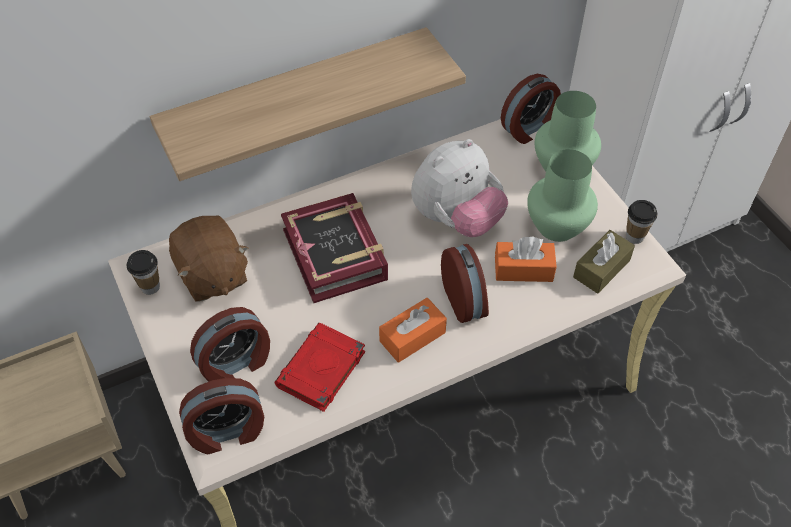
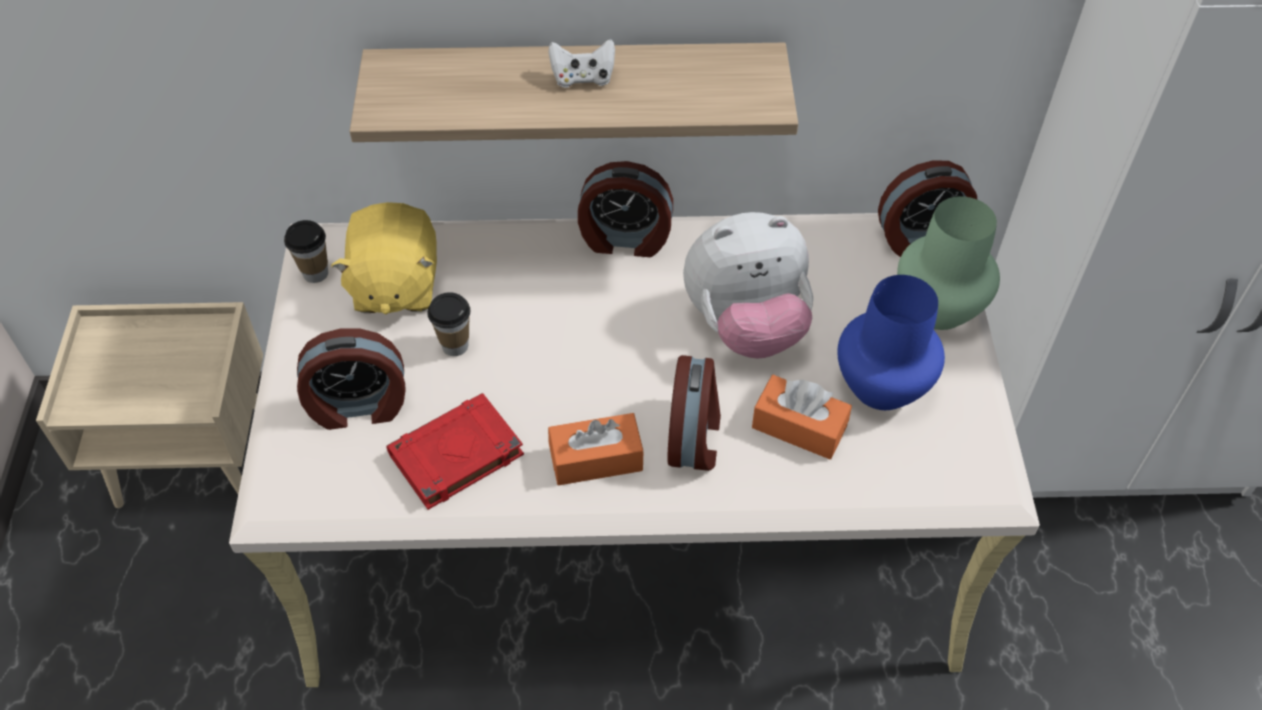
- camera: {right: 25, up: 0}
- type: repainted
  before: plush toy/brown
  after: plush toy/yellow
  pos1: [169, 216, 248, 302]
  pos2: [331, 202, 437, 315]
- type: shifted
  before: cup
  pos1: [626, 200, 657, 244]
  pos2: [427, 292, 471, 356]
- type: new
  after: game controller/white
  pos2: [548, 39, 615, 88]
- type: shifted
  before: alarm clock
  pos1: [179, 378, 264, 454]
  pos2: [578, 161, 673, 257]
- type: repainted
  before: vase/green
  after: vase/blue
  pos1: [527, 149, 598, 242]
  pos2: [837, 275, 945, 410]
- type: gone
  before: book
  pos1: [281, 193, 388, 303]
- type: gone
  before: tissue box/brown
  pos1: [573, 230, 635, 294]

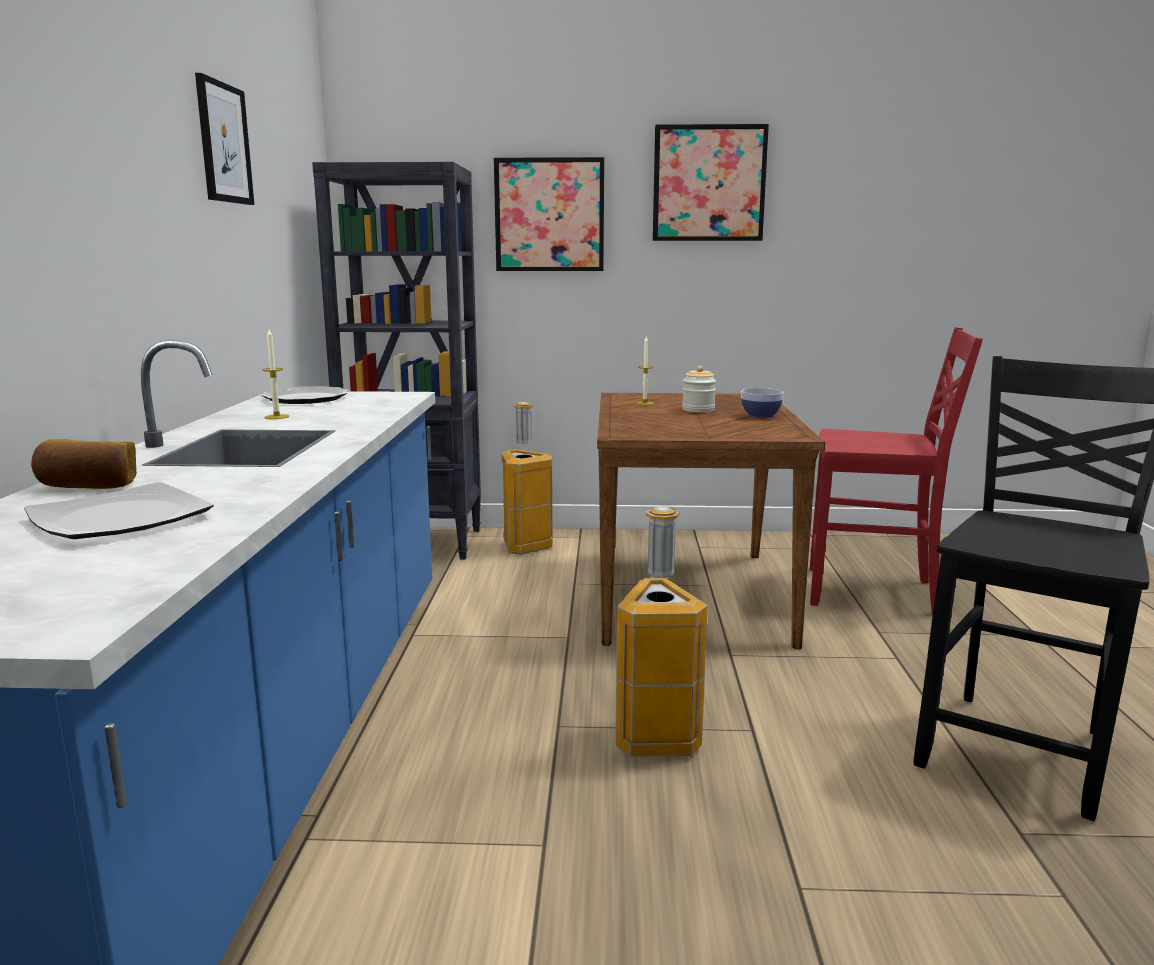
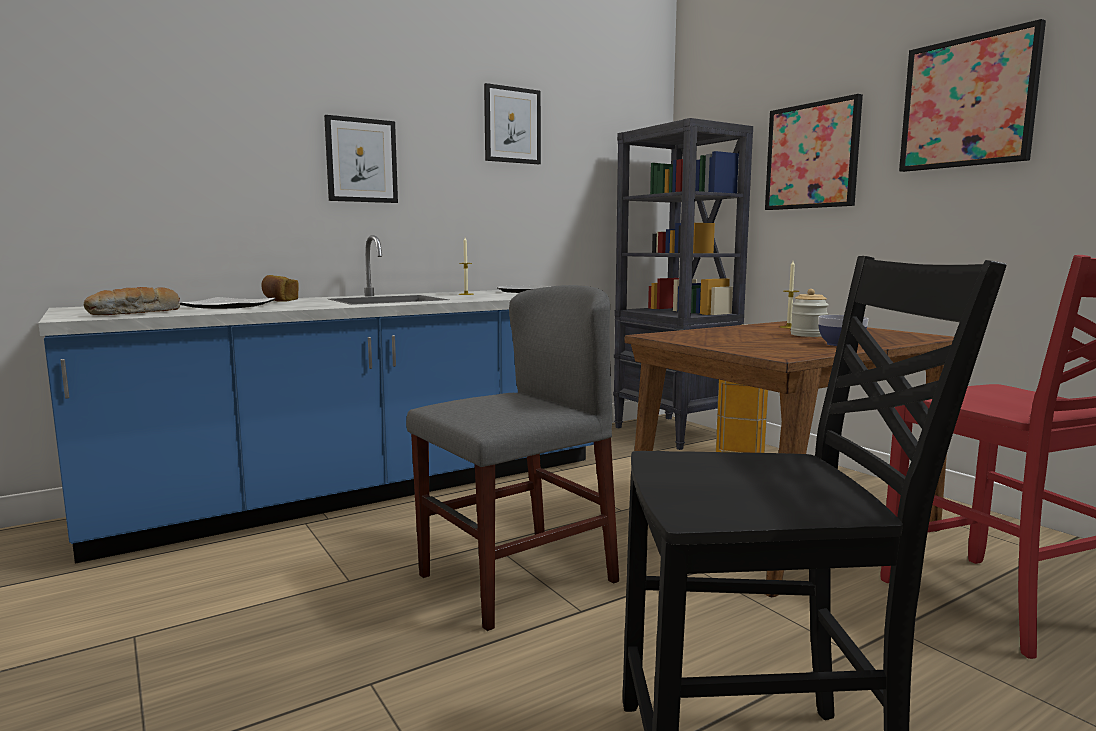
- camera: {right: 55, up: -5}
- type: new
  after: bread
  pos2: [84, 287, 180, 315]
- type: new
  after: picture
  pos2: [324, 115, 398, 203]
- type: swapped
  before: trash can
  after: chair/grey
  pos1: [615, 506, 708, 757]
  pos2: [406, 285, 619, 631]

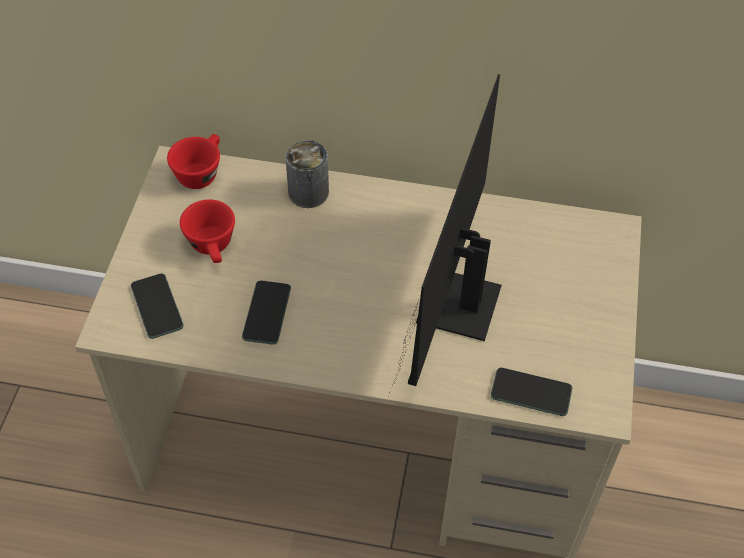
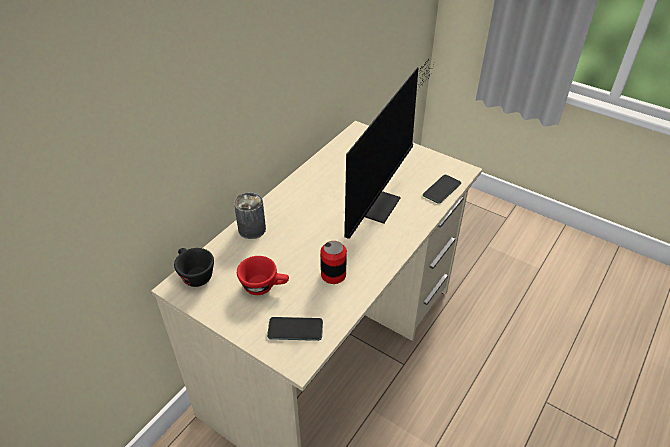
- camera: {right: -65, up: -10}
- type: repainted
  before: cup/red
  after: cup/black
  pos1: [167, 134, 220, 189]
  pos2: [174, 248, 214, 287]
- type: swapped
  before: phone
  after: can
  pos1: [242, 280, 291, 345]
  pos2: [320, 241, 347, 284]
- type: rotated
  before: monitor
  pos1: [388, 74, 501, 396]
  pos2: [345, 60, 434, 239]
  turn: -105

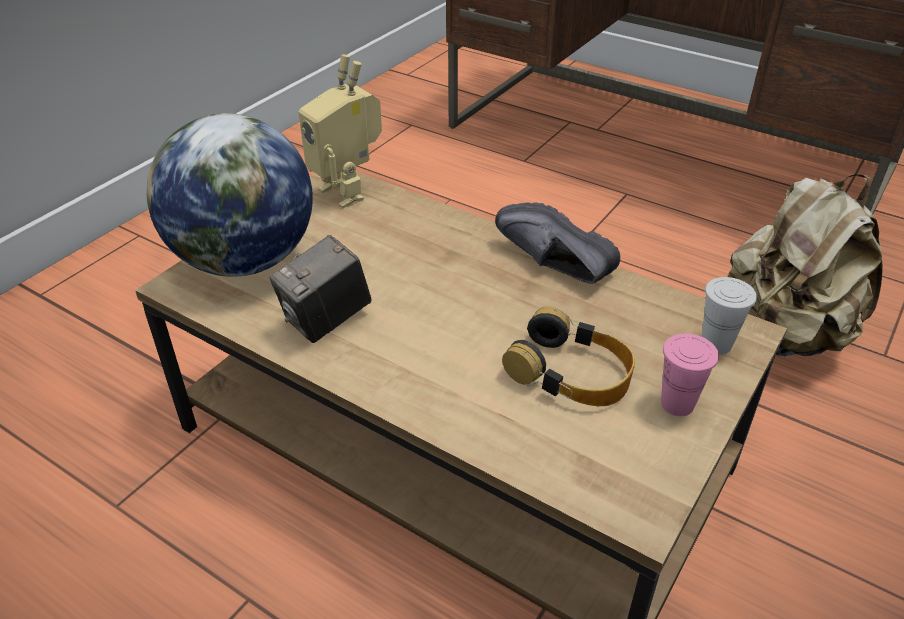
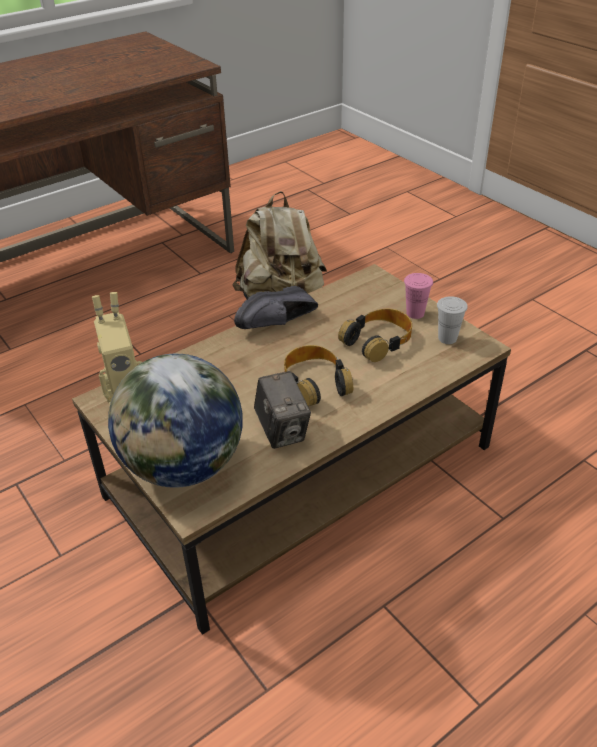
- camera: {right: -70, up: 0}
- type: new
  after: headphones
  pos2: [284, 345, 353, 406]
- type: shifted
  before: cup/white
  pos1: [702, 277, 757, 354]
  pos2: [437, 296, 468, 344]

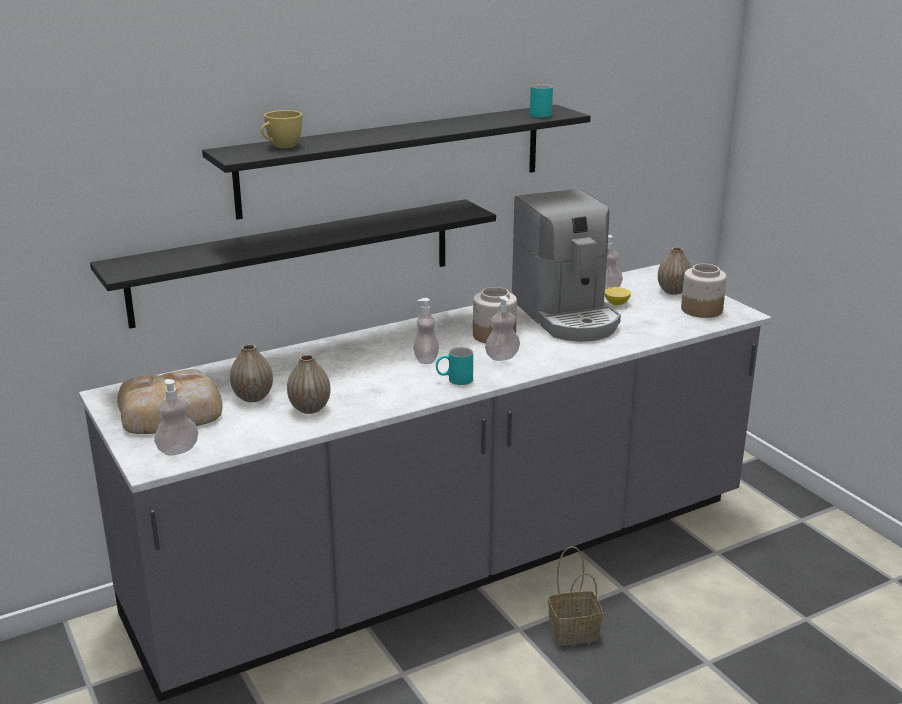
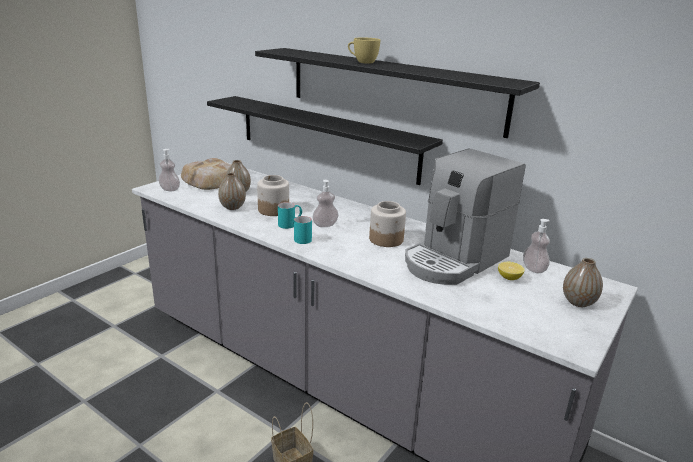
- camera: {right: 65, up: 0}
- type: shifted
  before: jar
  pos1: [681, 264, 727, 318]
  pos2: [257, 175, 289, 216]
- type: shifted
  before: mug/turquoise
  pos1: [530, 84, 553, 117]
  pos2: [278, 202, 302, 229]
- type: shifted
  before: cup/yellow
  pos1: [261, 110, 302, 148]
  pos2: [348, 37, 380, 64]
- type: gone
  before: soap dispenser
  pos1: [485, 296, 520, 361]

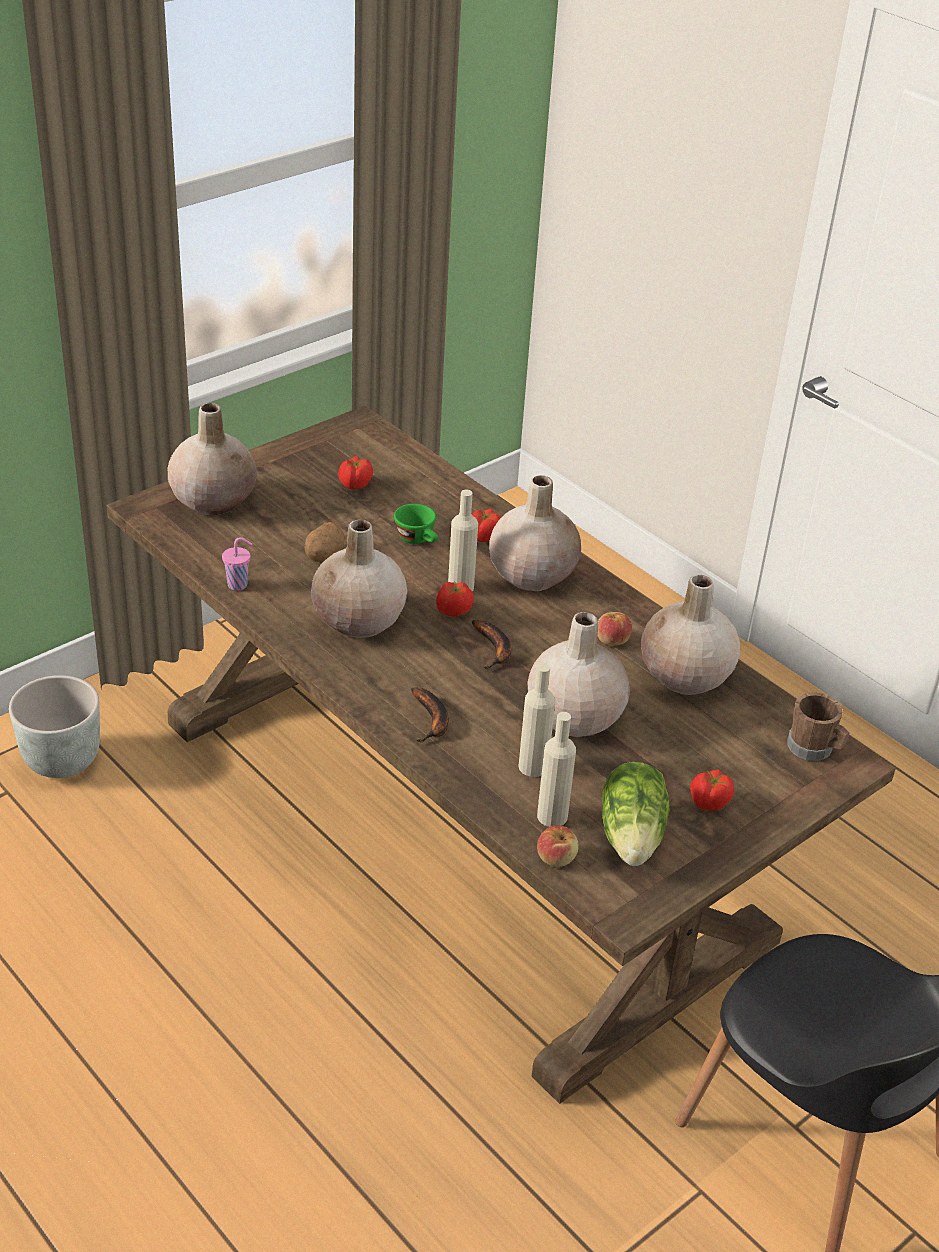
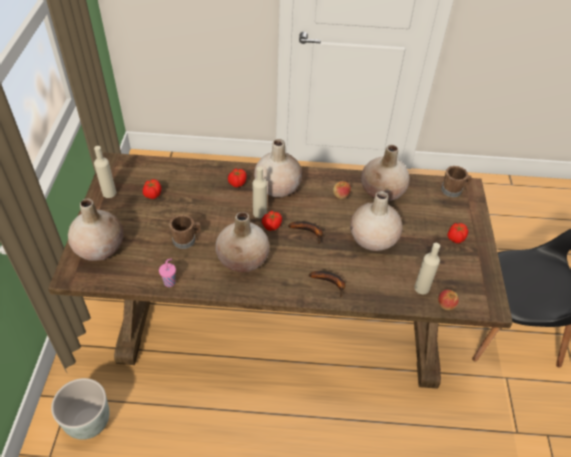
- camera: {right: -45, up: 10}
- type: shifted
  before: bottle/beige
  pos1: [519, 663, 555, 777]
  pos2: [94, 146, 116, 198]
- type: swapped
  before: potato
  after: mug/brown
  pos1: [305, 522, 345, 562]
  pos2: [169, 215, 201, 249]
- type: gone
  before: cup/green
  pos1: [394, 504, 438, 544]
- type: gone
  before: lettuce
  pos1: [602, 762, 670, 866]

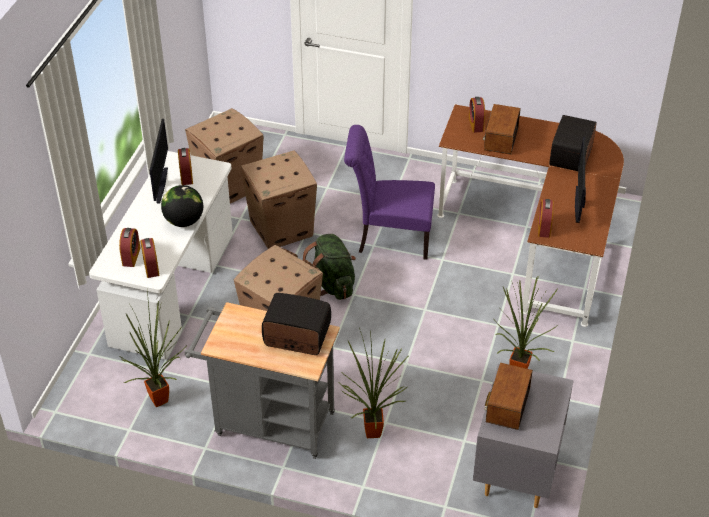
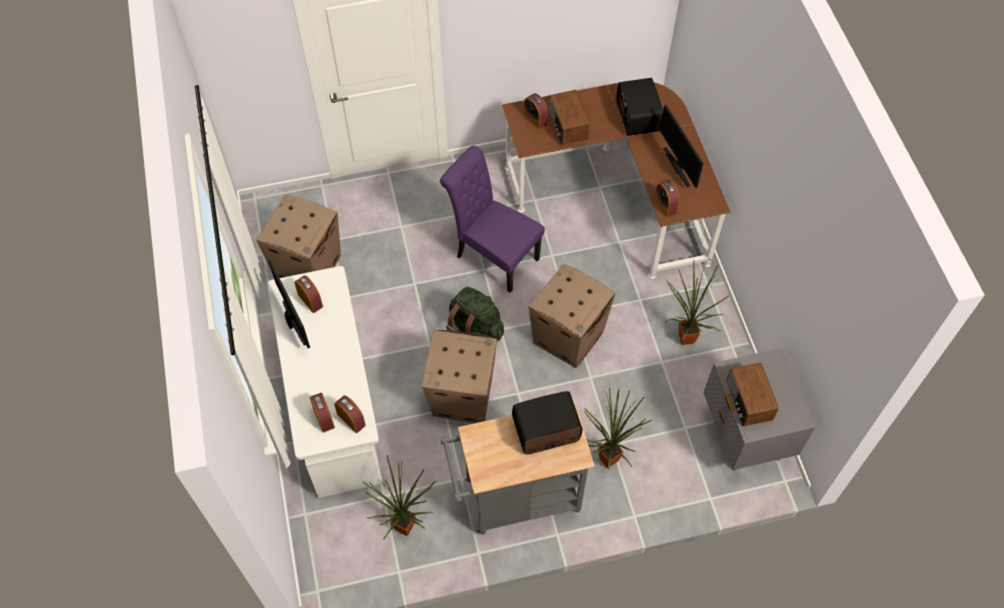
- camera: {right: -30, up: 15}
- type: rotated
  before: chair/purple
  pos1: [344, 125, 435, 260]
  pos2: [440, 146, 545, 293]
  turn: 60
- type: shifted
  before: cardboard box
  pos1: [241, 151, 317, 249]
  pos2: [529, 263, 615, 368]
- type: gone
  before: globe
  pos1: [161, 185, 203, 227]

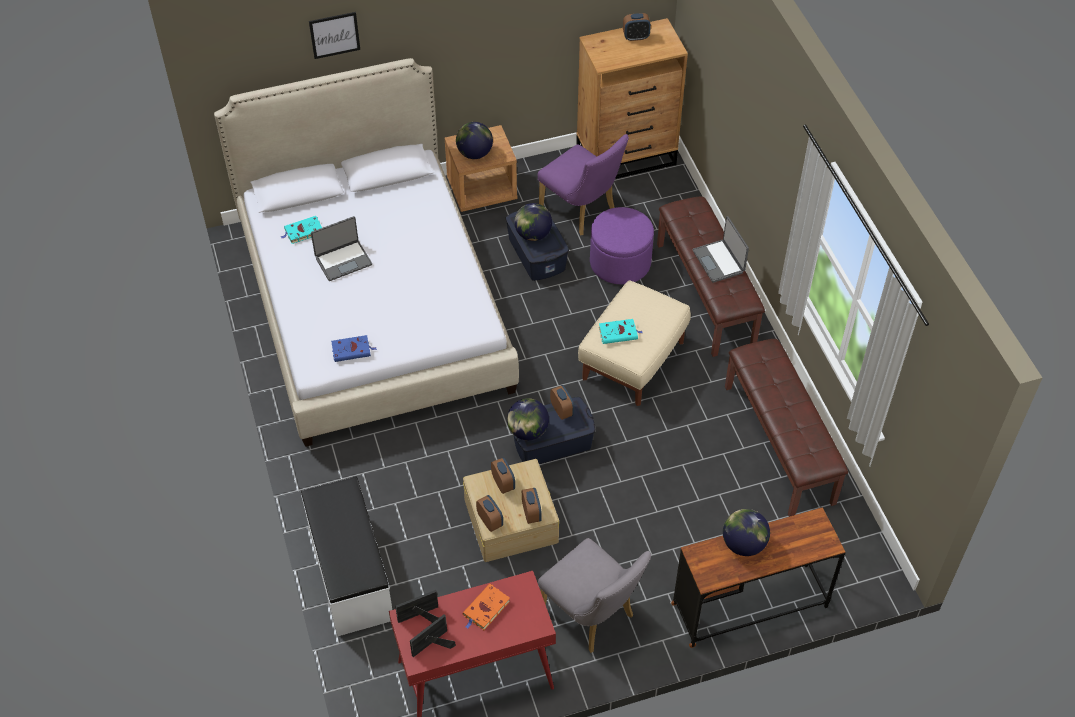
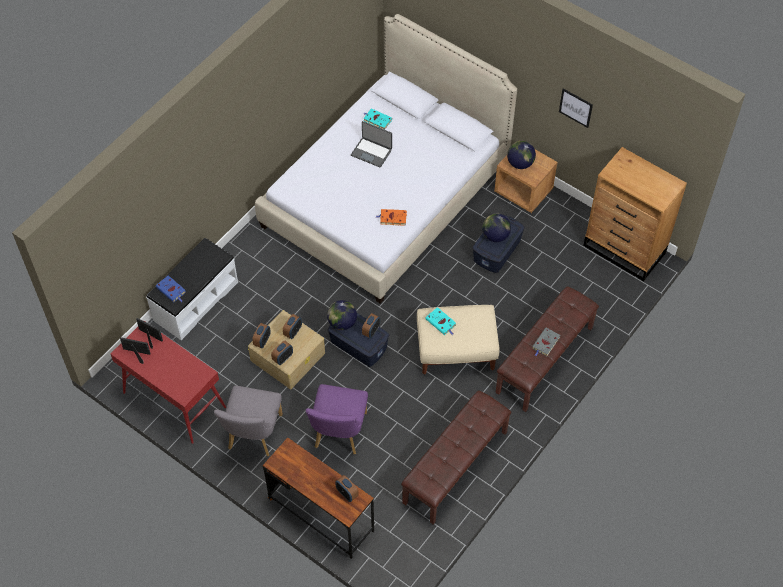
- camera: {right: 55, up: 5}
- type: shifted
  before: book/blue
  pos1: [331, 335, 377, 362]
  pos2: [156, 275, 186, 302]
- type: shifted
  before: chair/purple
  pos1: [538, 134, 629, 235]
  pos2: [306, 384, 368, 454]
- type: shifted
  before: alarm clock
  pos1: [623, 13, 651, 41]
  pos2: [335, 475, 359, 502]
- type: shifted
  before: book/orange
  pos1: [462, 584, 510, 630]
  pos2: [376, 209, 407, 226]
- type: swapped
  before: laptop
  after: book/grey
  pos1: [692, 216, 749, 283]
  pos2: [532, 328, 560, 356]
- type: shifted
  before: picture
  pos1: [309, 12, 360, 59]
  pos2: [559, 88, 593, 128]
- type: gone
  before: ottoman/purple
  pos1: [590, 207, 654, 285]
- type: gone
  before: globe
  pos1: [723, 509, 770, 556]

